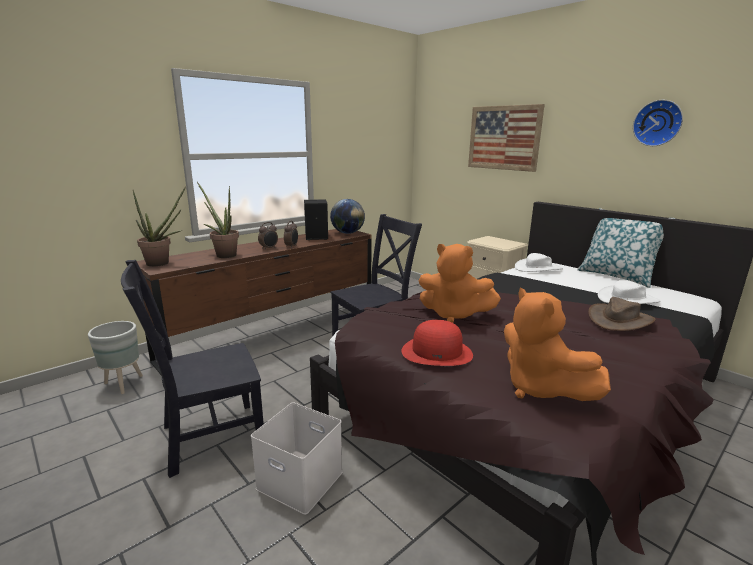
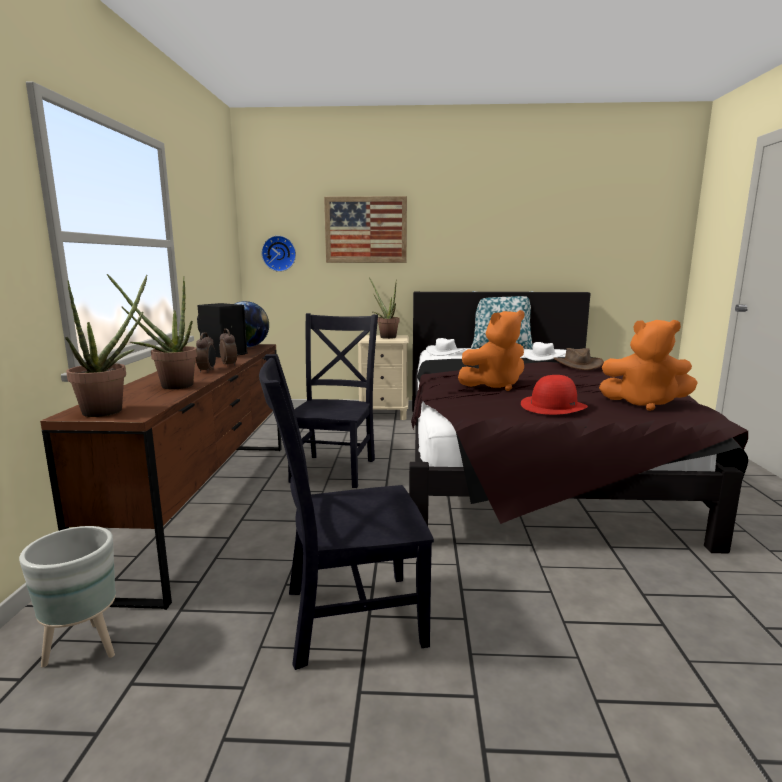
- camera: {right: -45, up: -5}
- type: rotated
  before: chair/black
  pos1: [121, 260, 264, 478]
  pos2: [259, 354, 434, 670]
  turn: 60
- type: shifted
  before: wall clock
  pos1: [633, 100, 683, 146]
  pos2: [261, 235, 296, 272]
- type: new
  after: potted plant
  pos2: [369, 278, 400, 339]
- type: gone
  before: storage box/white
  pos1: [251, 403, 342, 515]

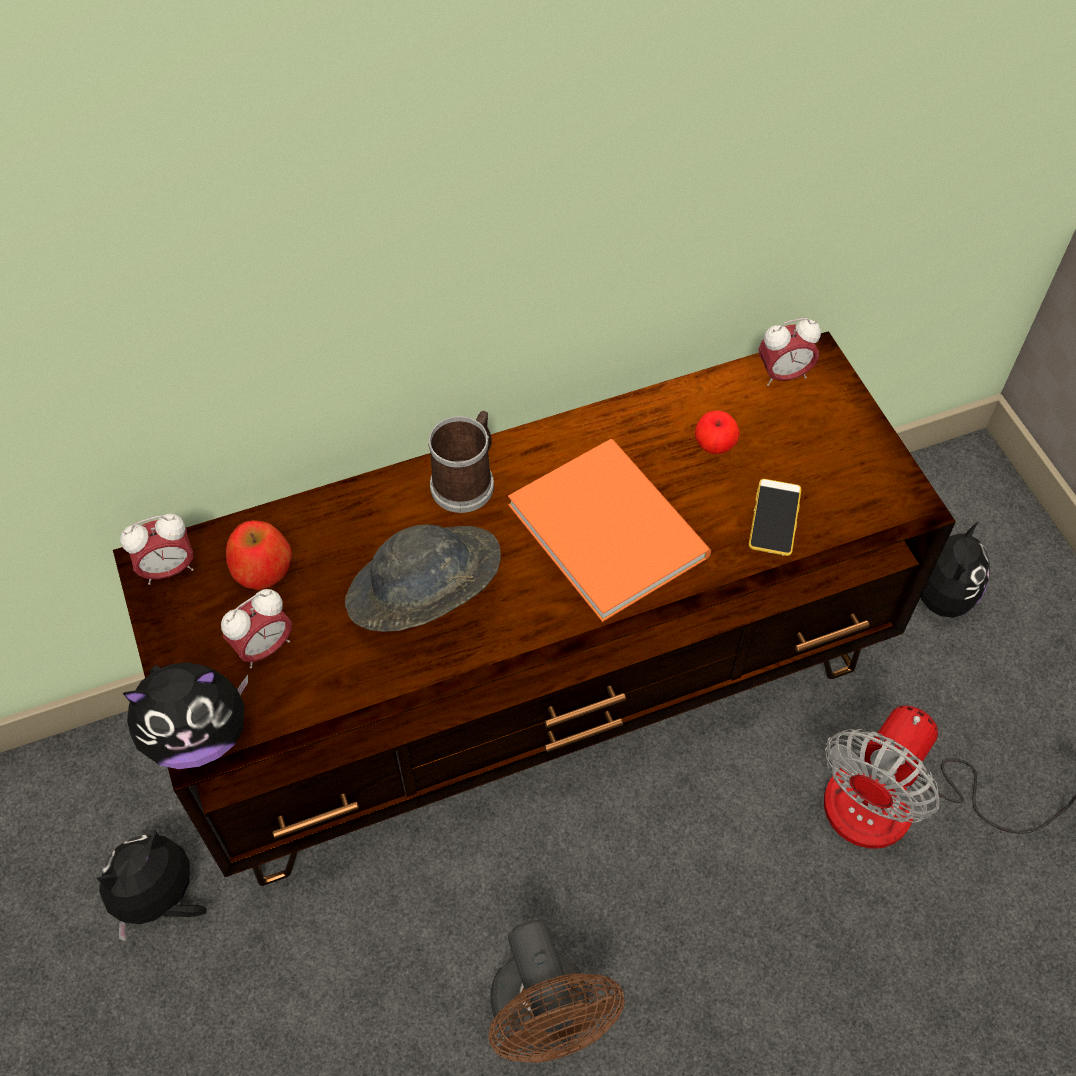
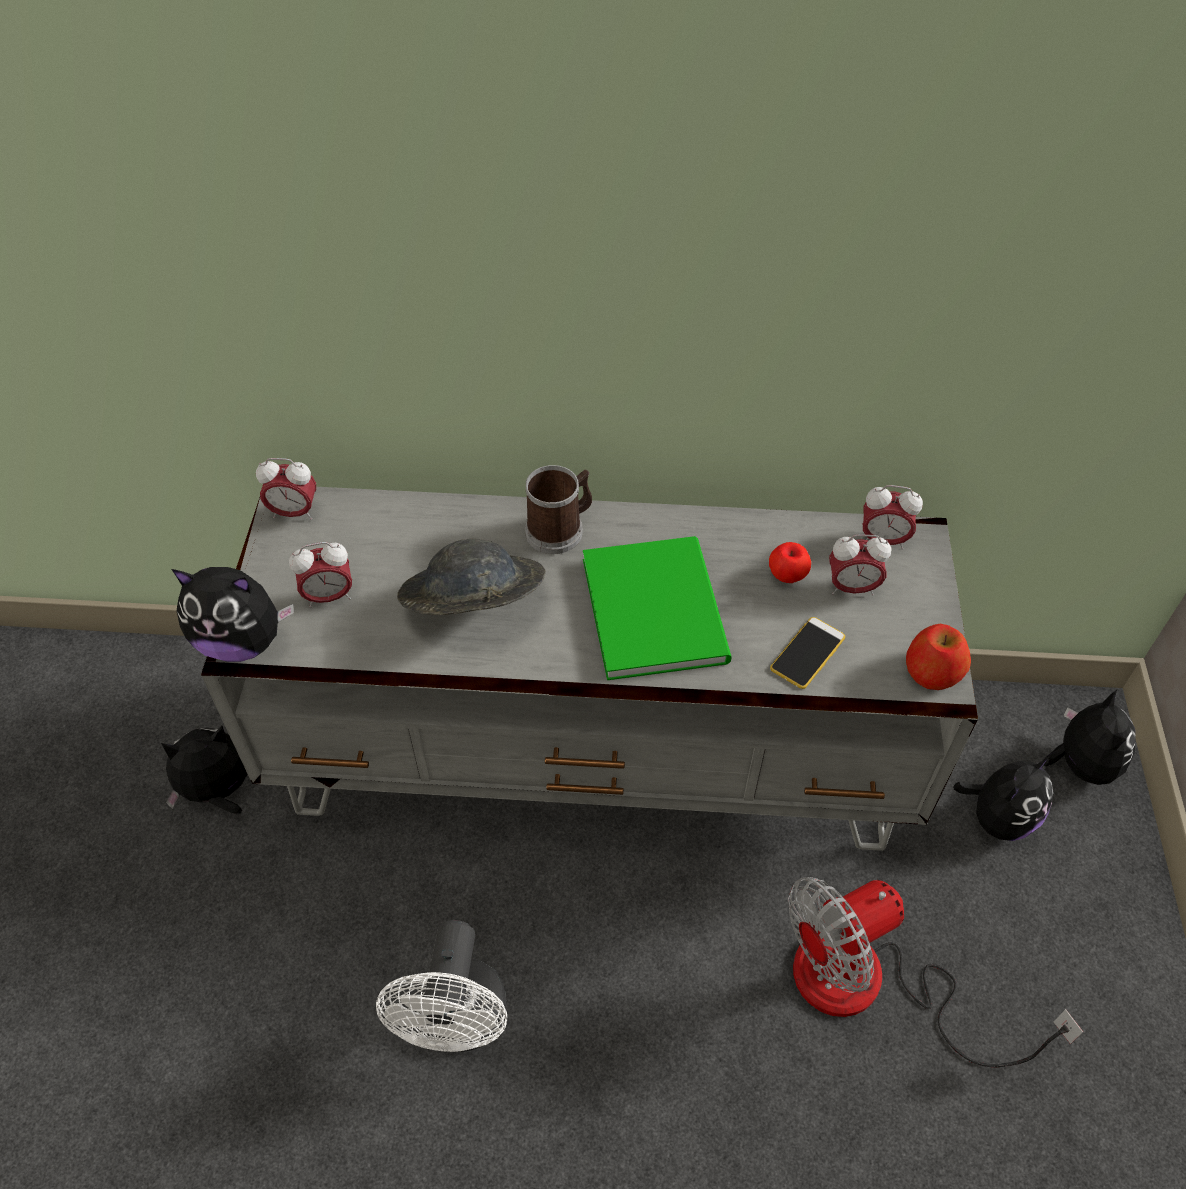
- camera: {right: 25, up: -5}
- type: repainted
  before: tv stand/brown
  after: tv stand/grey
  pos1: [113, 331, 956, 886]
  pos2: [201, 487, 978, 851]
- type: repainted
  before: fan/brown
  after: fan/white
  pos1: [489, 920, 625, 1063]
  pos2: [376, 920, 507, 1052]
- type: repainted
  before: book/orange
  after: book/green
  pos1: [508, 439, 711, 622]
  pos2: [583, 536, 732, 680]
- type: new
  after: alarm clock
  pos2: [829, 534, 891, 596]
- type: shifted
  before: apple
  pos1: [226, 520, 292, 590]
  pos2: [906, 624, 971, 690]
- type: new
  after: plush toy
  pos2: [1044, 690, 1135, 785]

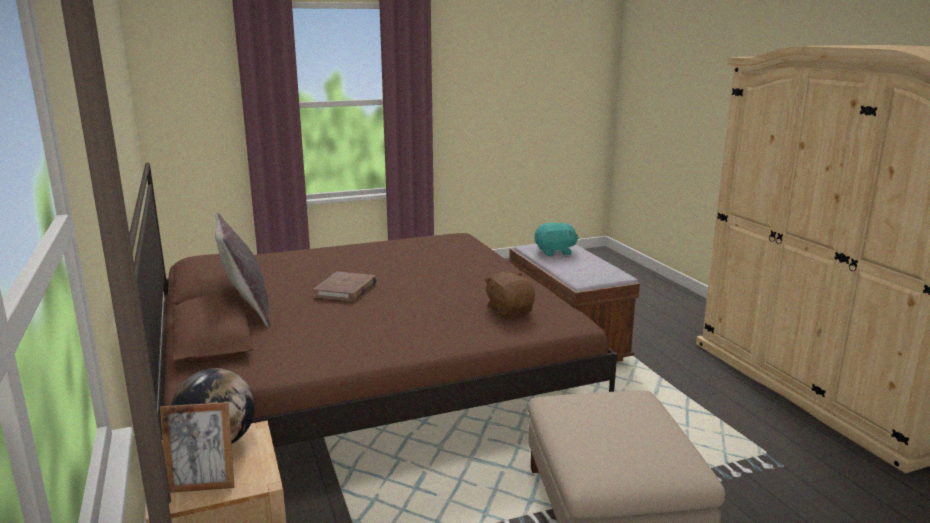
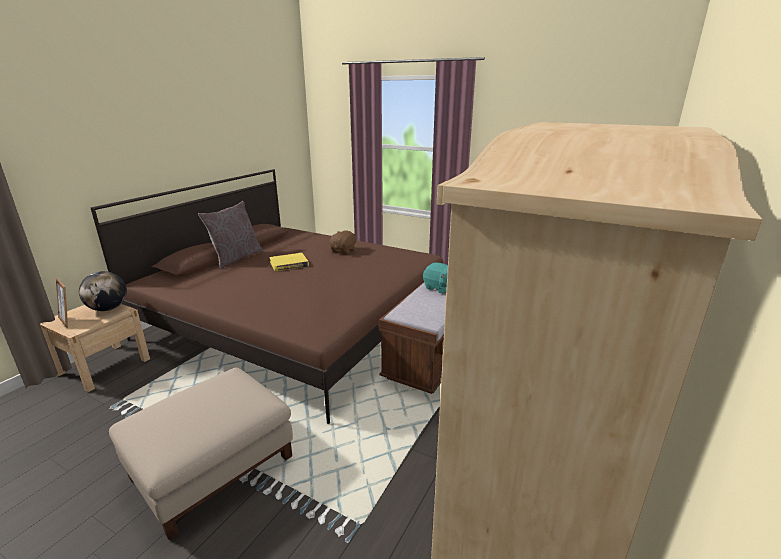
- camera: {right: 50, up: 5}
- type: repainted
  before: book/brown
  after: book/yellow
  pos1: [313, 271, 377, 301]
  pos2: [269, 253, 309, 271]
- type: shifted
  before: plush toy/brown
  pos1: [484, 272, 535, 317]
  pos2: [330, 230, 357, 254]

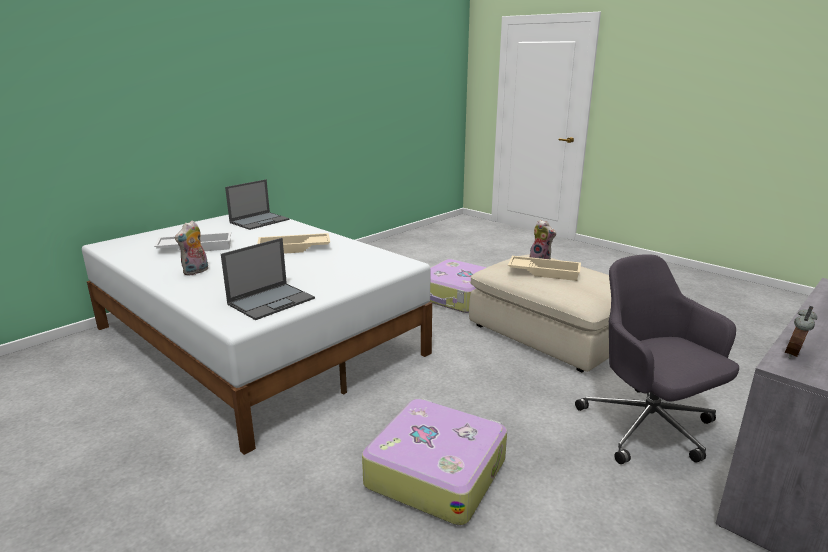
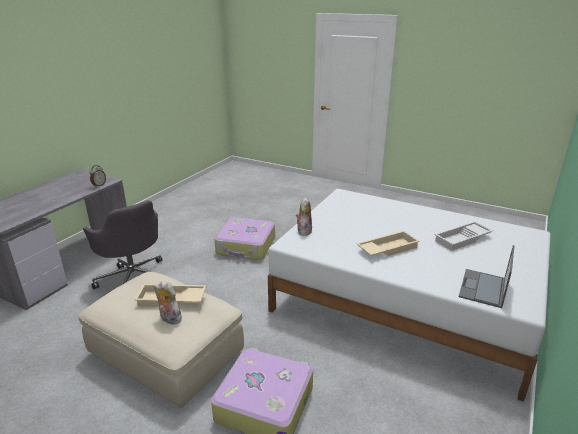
- camera: {right: 165, up: 5}
- type: shifted
  before: plush toy
  pos1: [175, 221, 208, 276]
  pos2: [296, 197, 312, 236]
- type: gone
  before: laptop
  pos1: [221, 238, 315, 320]

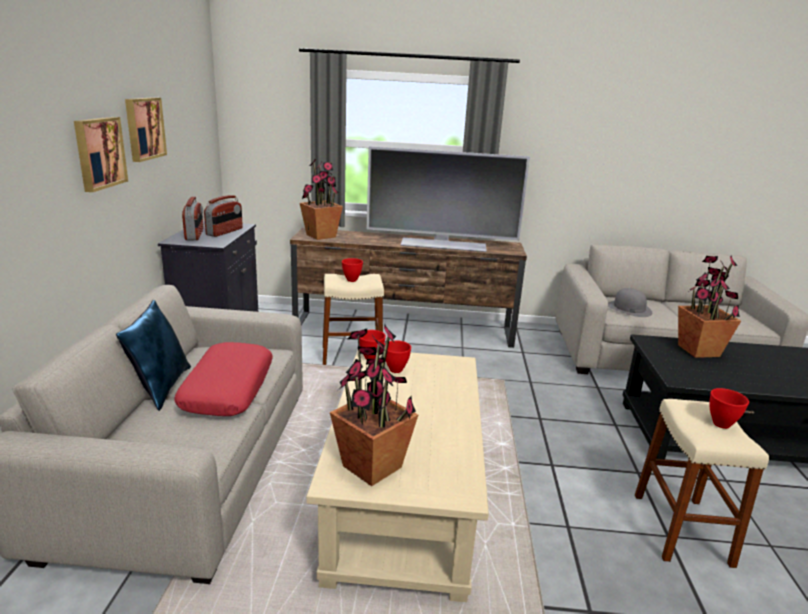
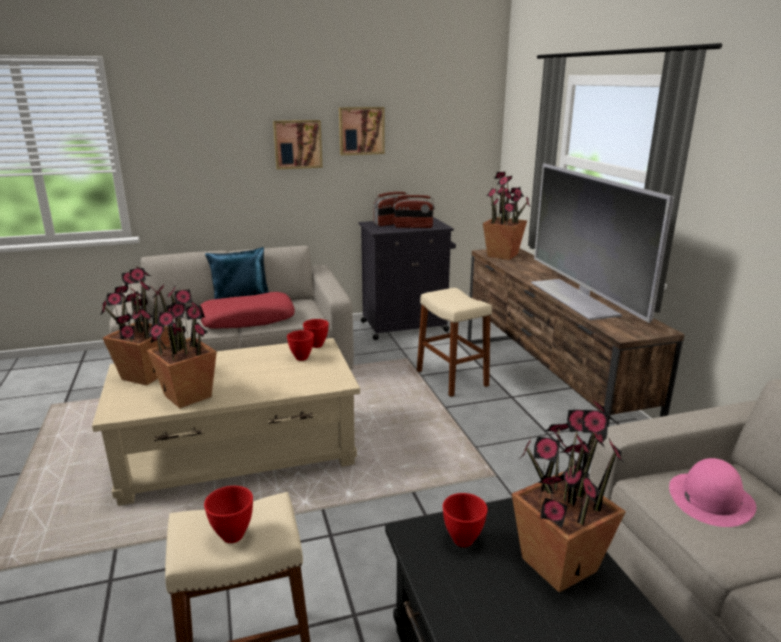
- camera: {right: 70, up: 0}
- type: new
  after: potted plant
  pos2: [147, 285, 217, 408]
- type: shifted
  before: bowl/red
  pos1: [342, 258, 363, 282]
  pos2: [443, 493, 488, 547]
- type: repainted
  before: hat/grey
  after: hat/pink
  pos1: [608, 288, 652, 317]
  pos2: [669, 458, 756, 527]

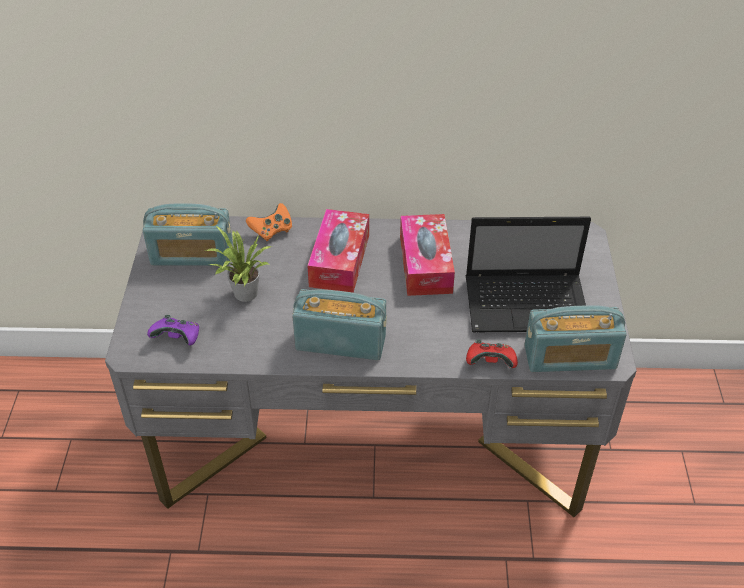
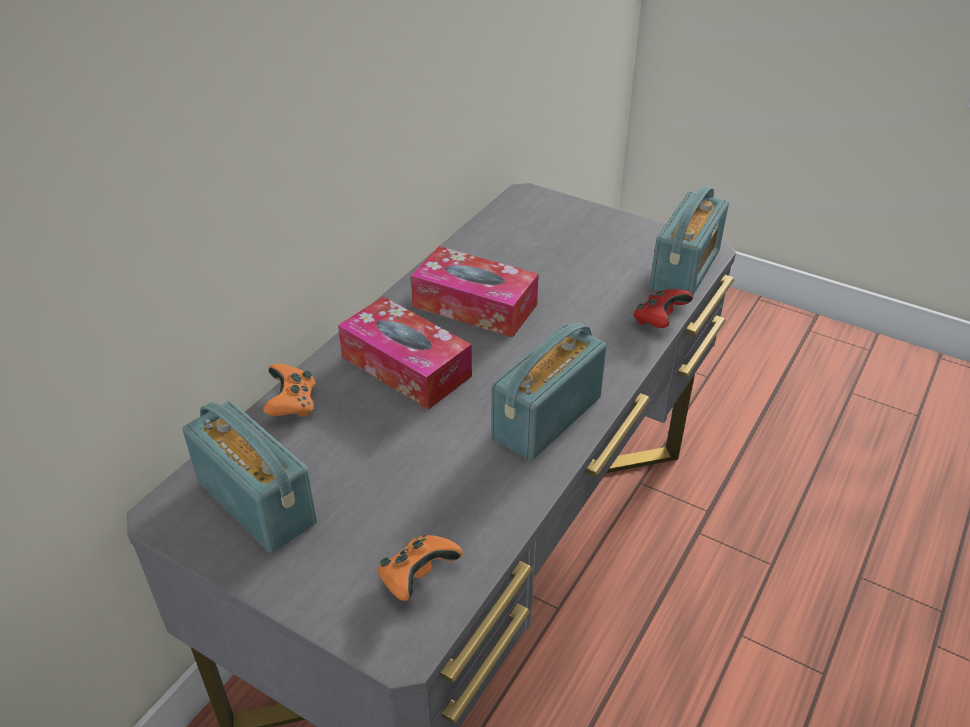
- camera: {right: -60, up: -5}
- type: rotated
  before: radio
  pos1: [143, 204, 233, 266]
  pos2: [182, 401, 317, 553]
  turn: -75
- type: repainted
  before: game controller/purple
  after: game controller/orange
  pos1: [147, 315, 199, 345]
  pos2: [378, 535, 463, 601]
- type: gone
  before: potted plant
  pos1: [204, 226, 272, 302]
- type: gone
  before: laptop
  pos1: [466, 217, 591, 332]

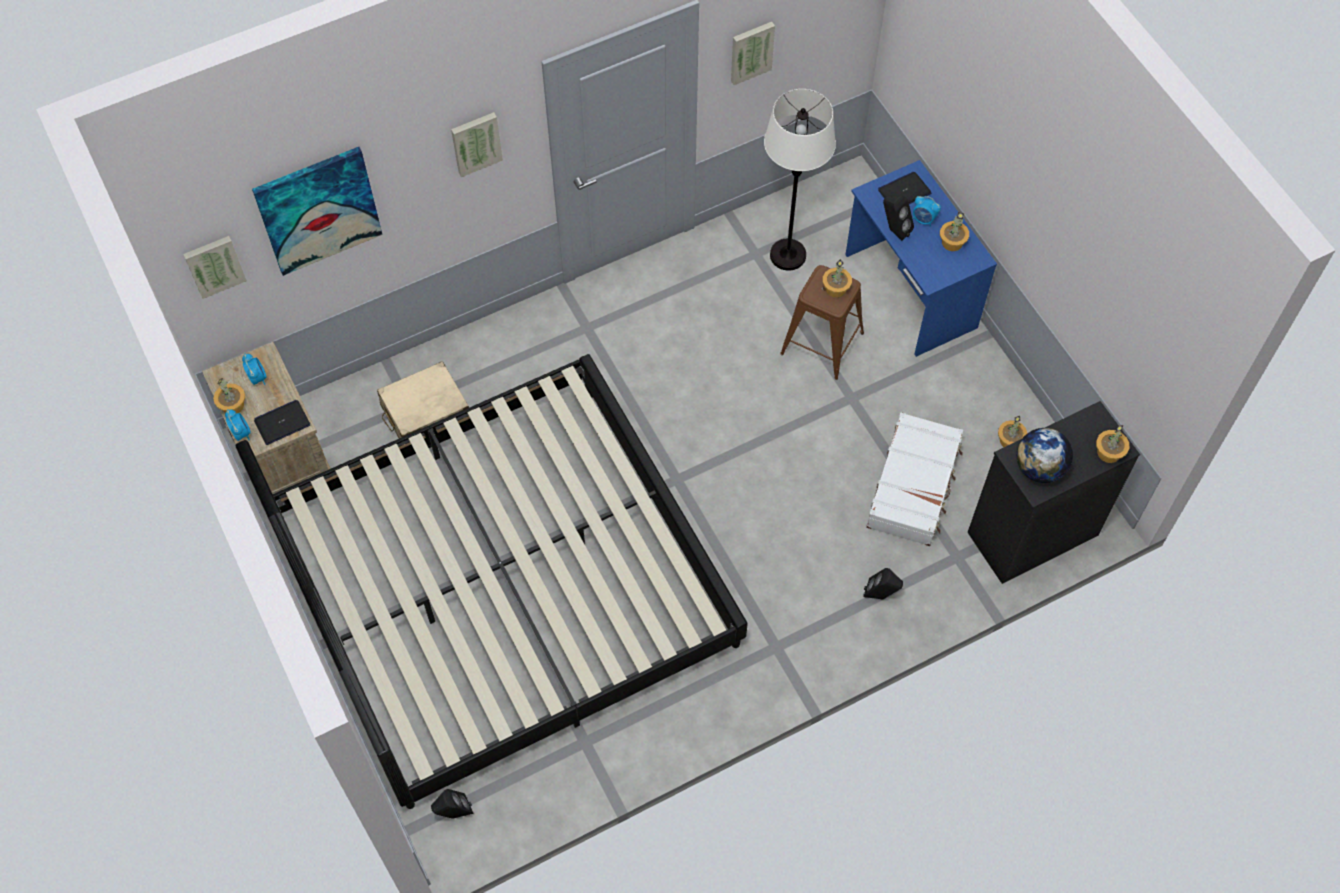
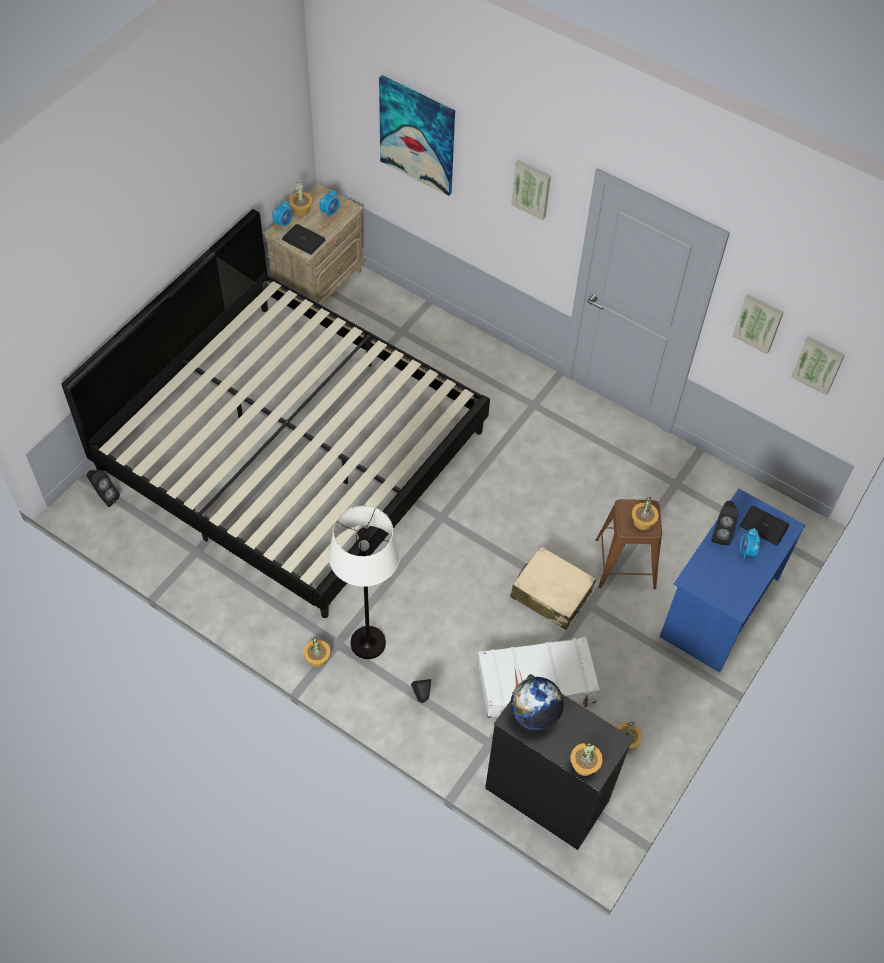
- camera: {right: 60, up: -5}
- type: shifted
  before: potted plant
  pos1: [940, 212, 969, 251]
  pos2: [304, 637, 331, 667]
- type: shifted
  before: floor lamp/white
  pos1: [764, 89, 836, 271]
  pos2: [329, 506, 400, 659]
- type: shifted
  before: suitcase/beige
  pos1: [377, 361, 469, 438]
  pos2: [510, 546, 596, 630]
- type: shifted
  before: picture
  pos1: [183, 236, 247, 299]
  pos2: [791, 336, 845, 395]

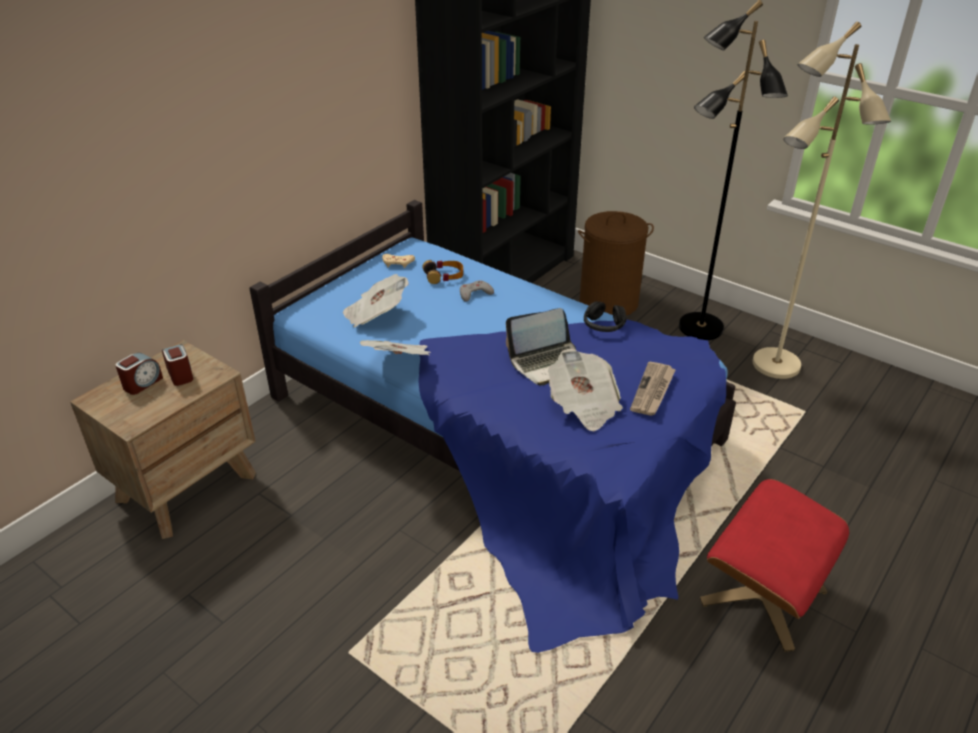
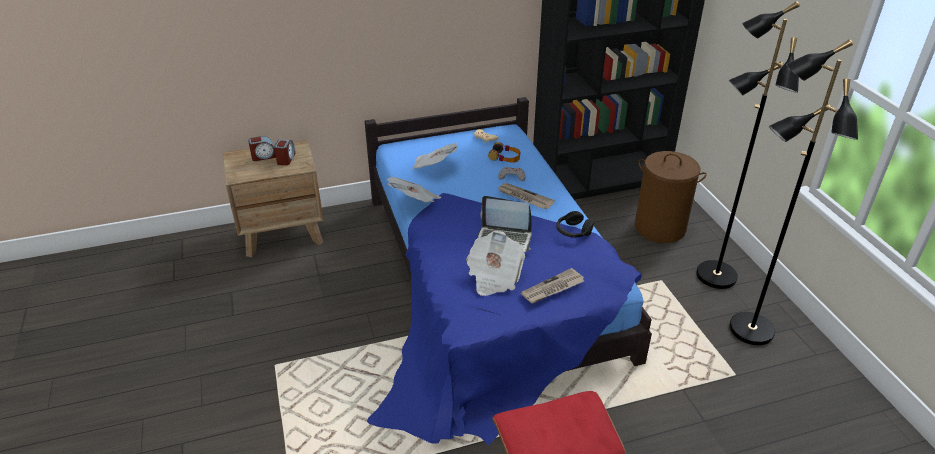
- camera: {right: 35, up: 0}
- type: new
  after: newspaper
  pos2: [498, 183, 555, 209]
- type: repainted
  before: floor lamp/beige
  after: floor lamp/black
  pos1: [752, 22, 891, 379]
  pos2: [729, 39, 858, 345]

